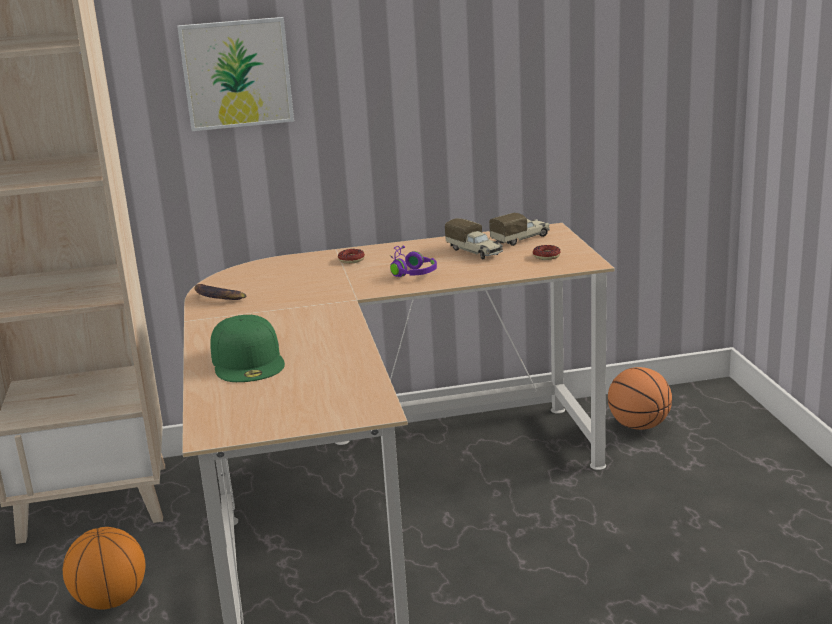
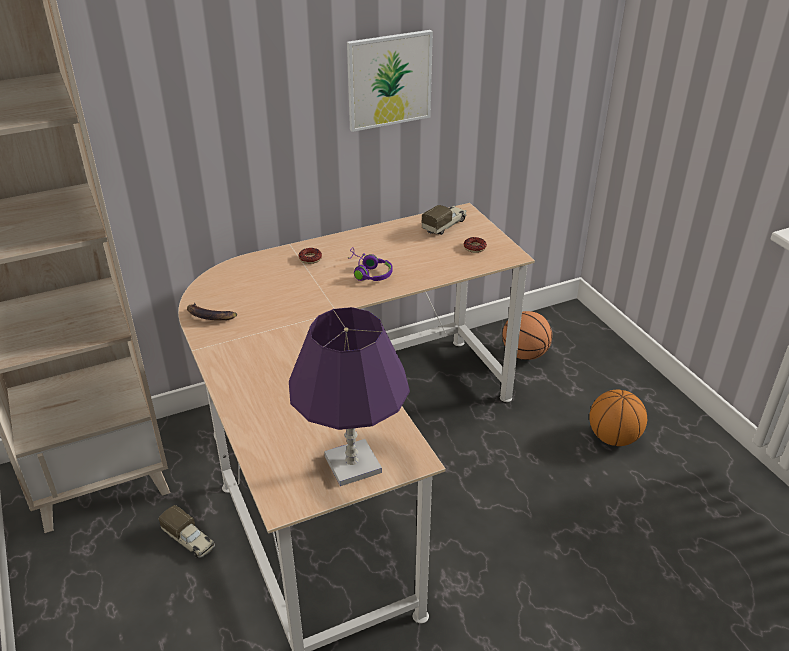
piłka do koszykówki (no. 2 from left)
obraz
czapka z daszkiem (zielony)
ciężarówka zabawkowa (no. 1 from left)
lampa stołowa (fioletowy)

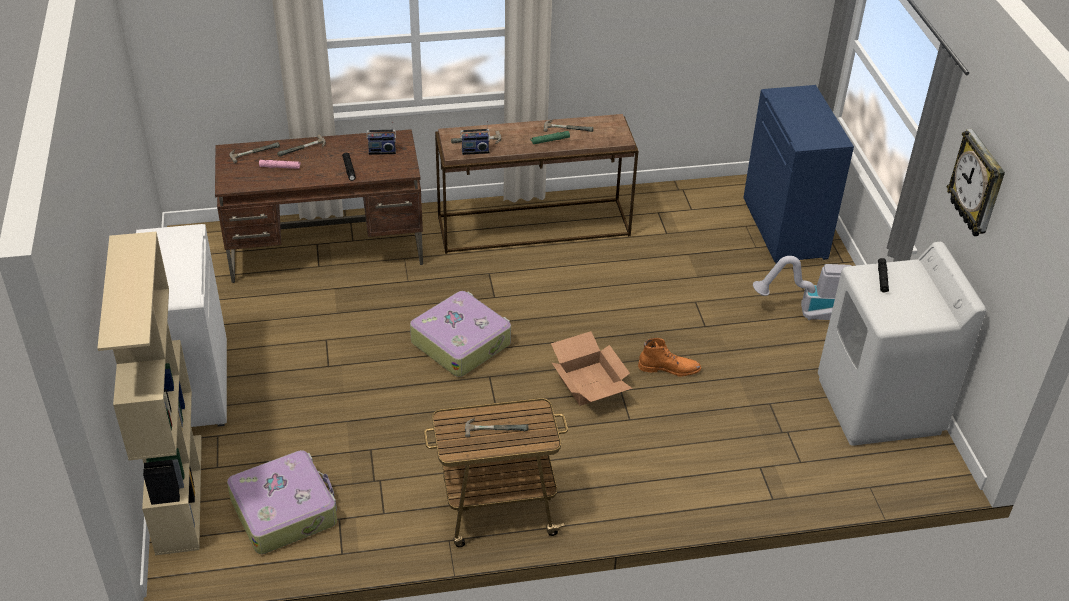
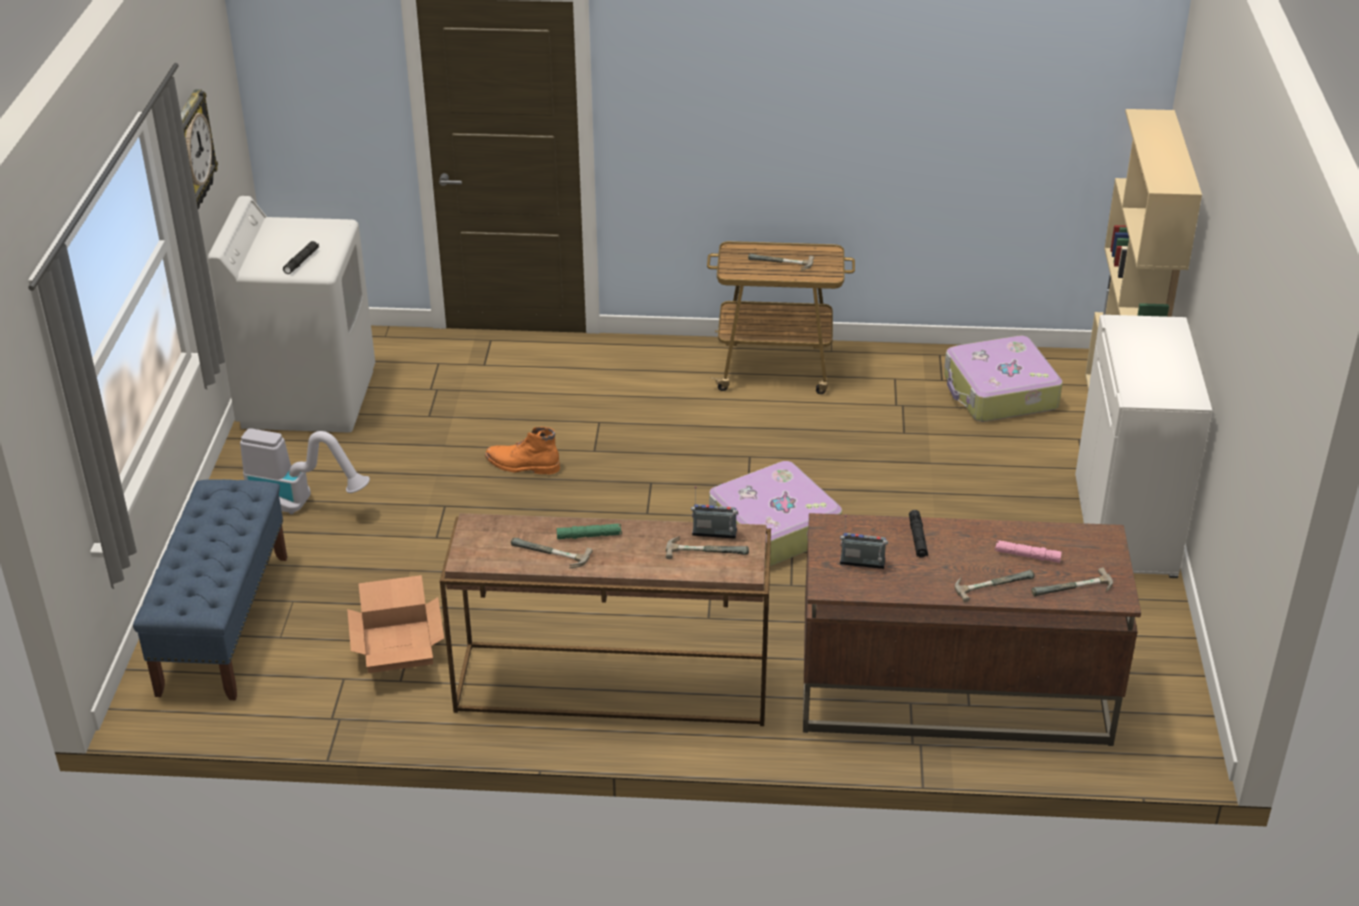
karton
ławka (niebieski)

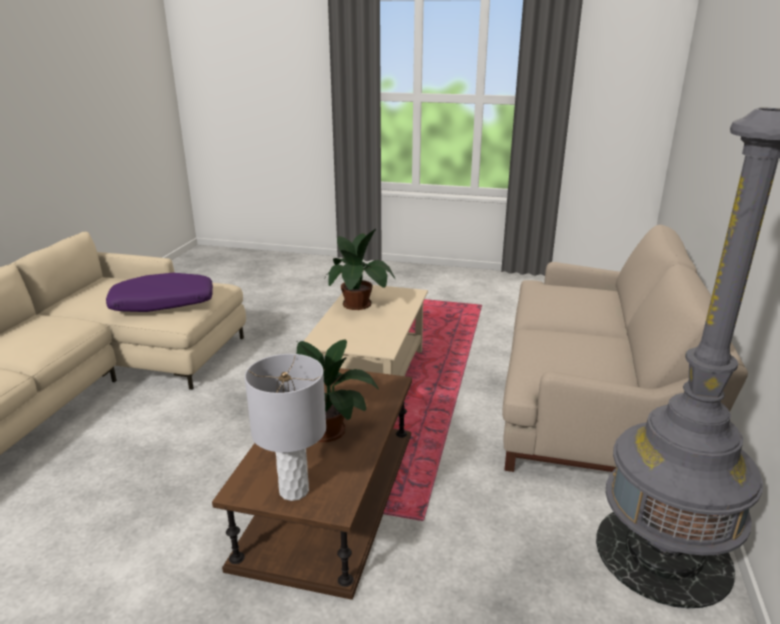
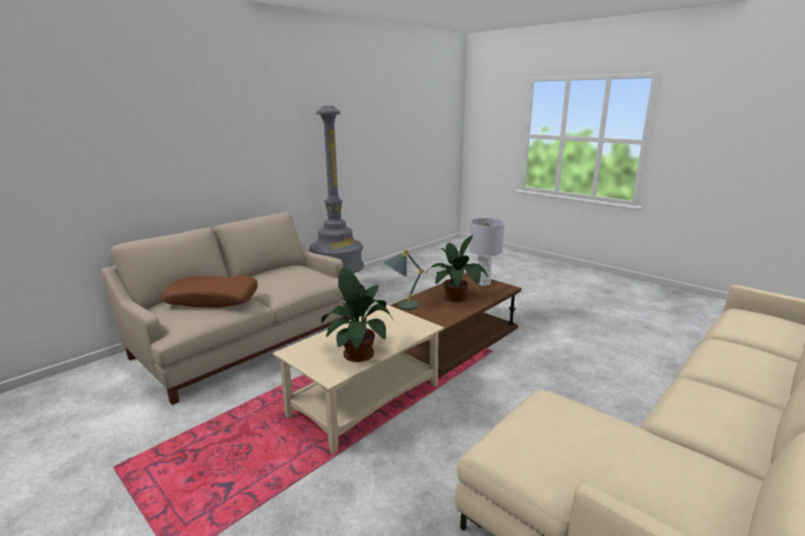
poduszka (fioletowy)
poduszka (brązowy)
lampa stołowa (szary) (no. 1 from left)

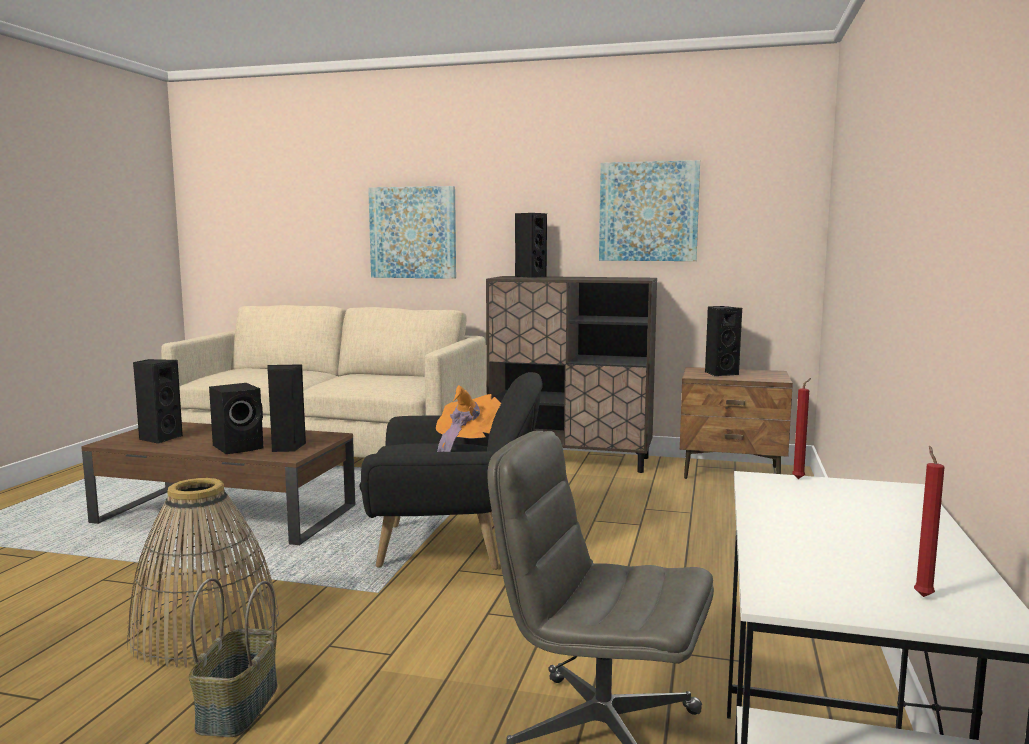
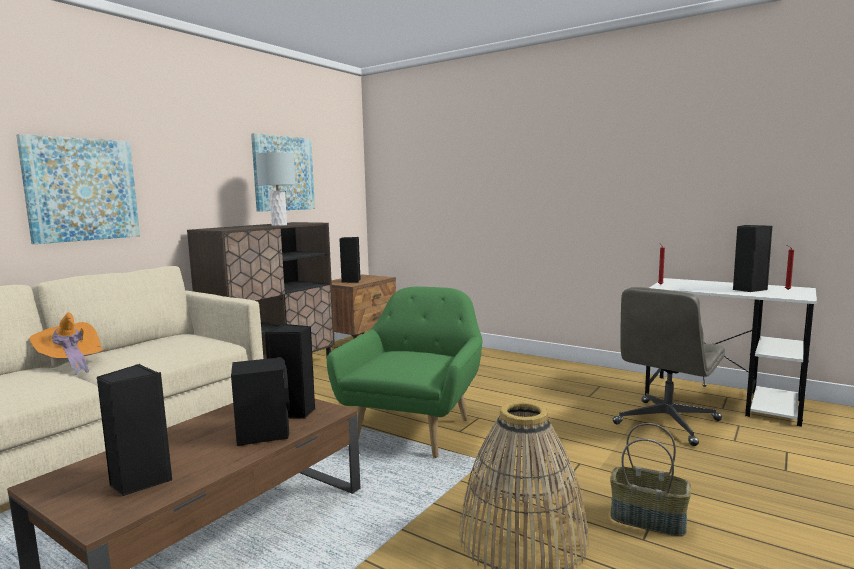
fotel (zielony)
kapelusz (pomarańczowy)
głośnik (czarny) (no. 5 from left)
lampa stołowa (szary)

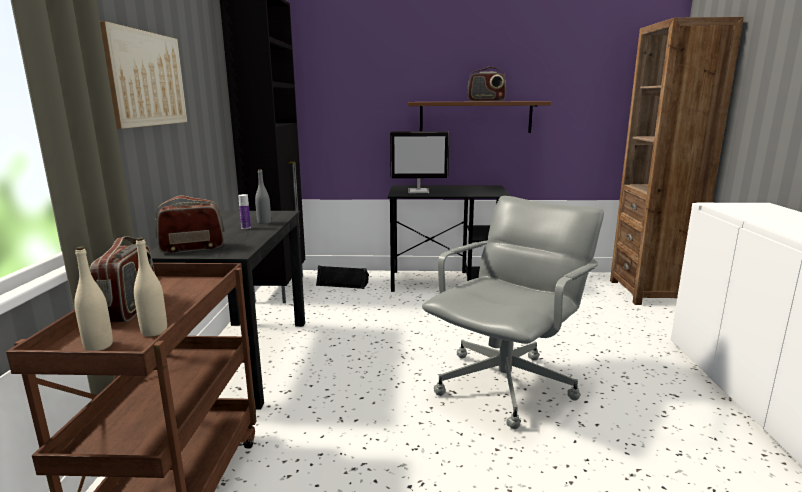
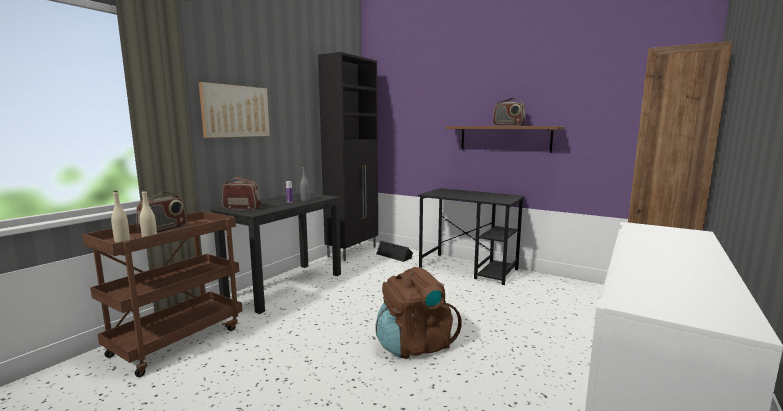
monitor
plecak (brązowy)

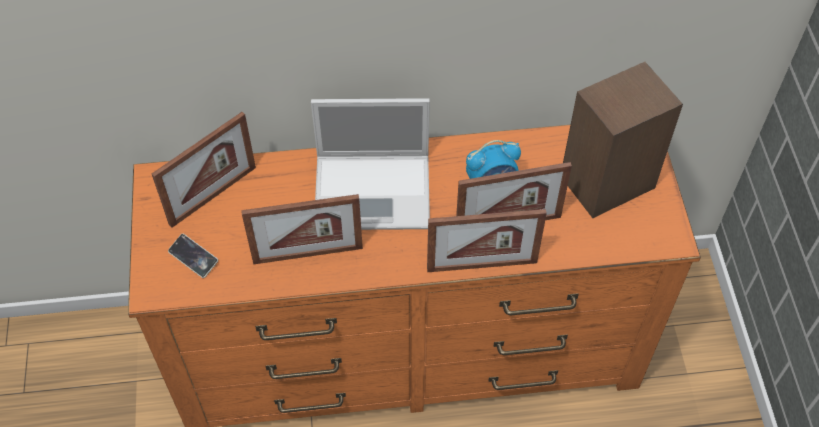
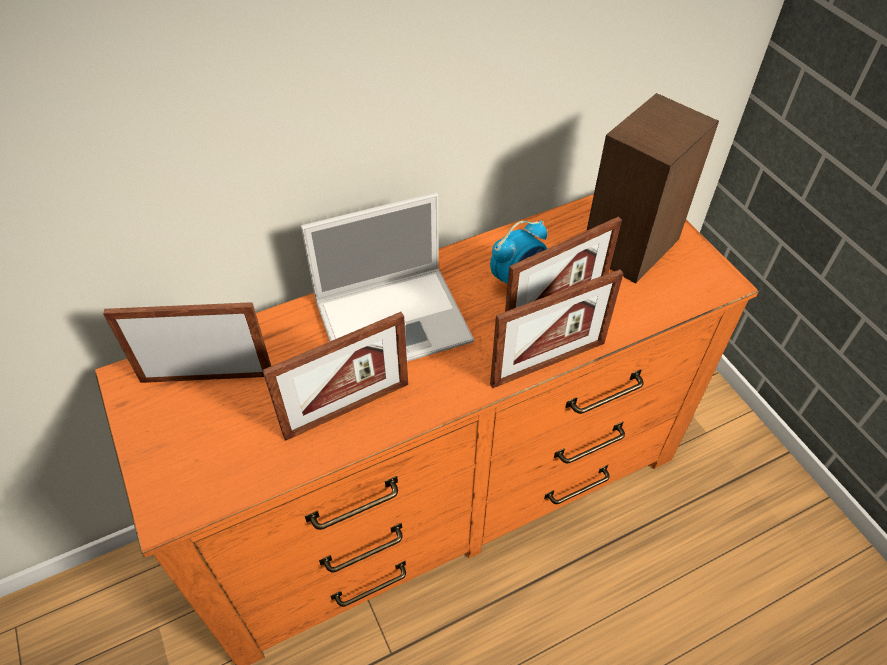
ramka na zdjęcie (no. 1 from left)
telefon

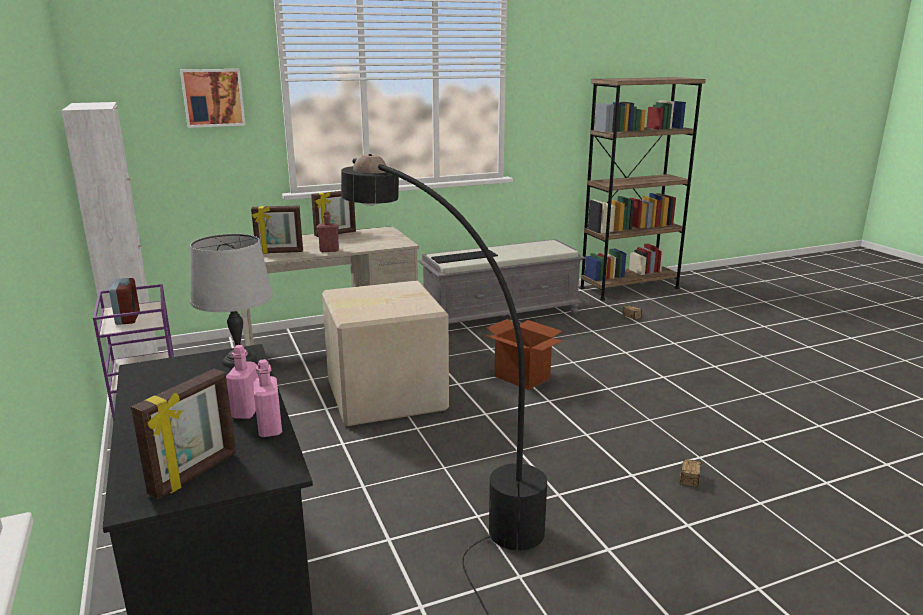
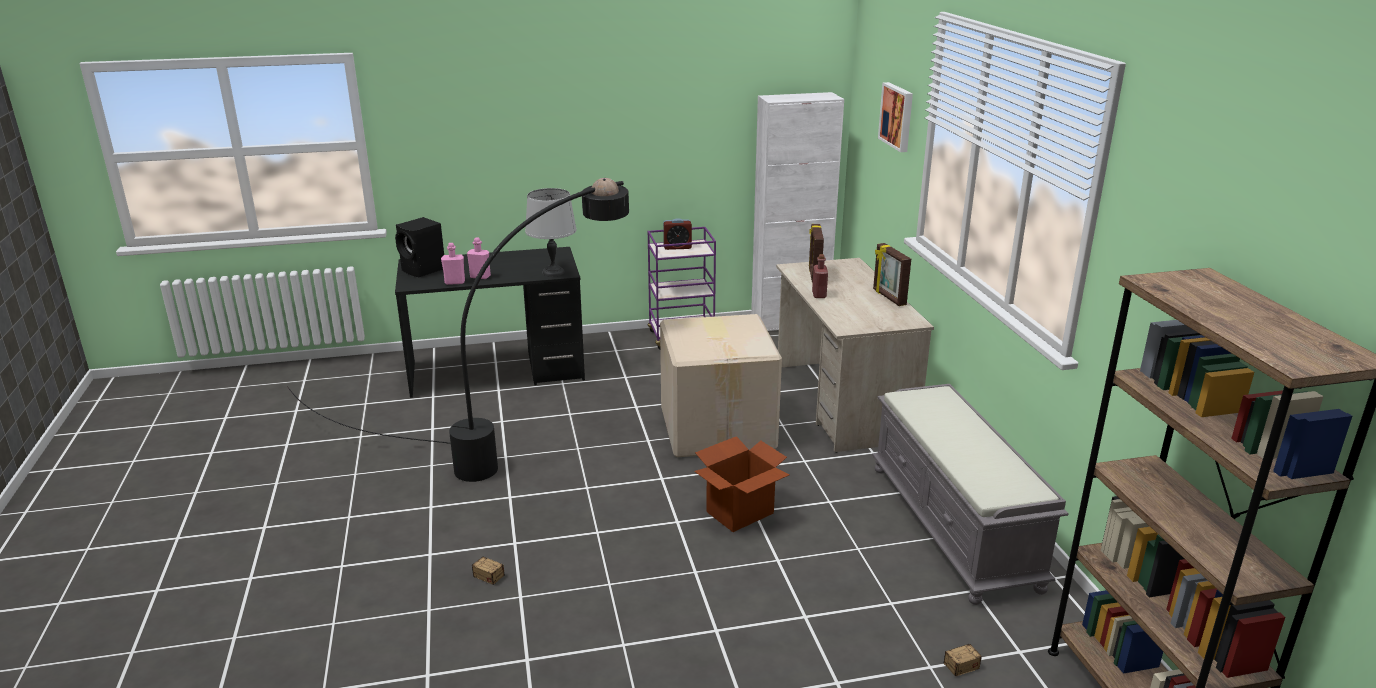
głośnik (czarny)
klawiatura

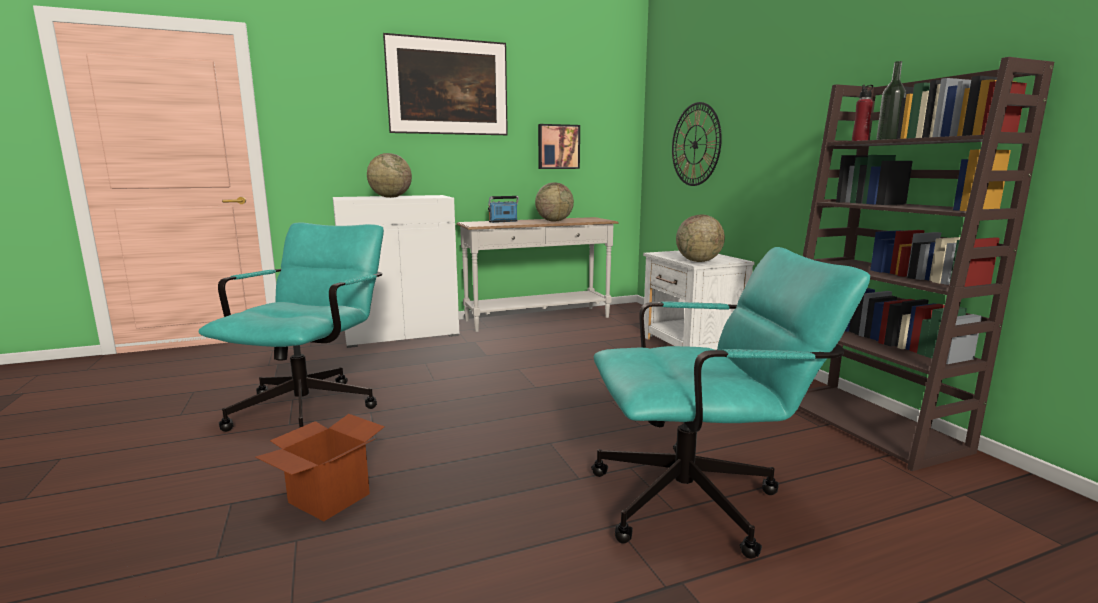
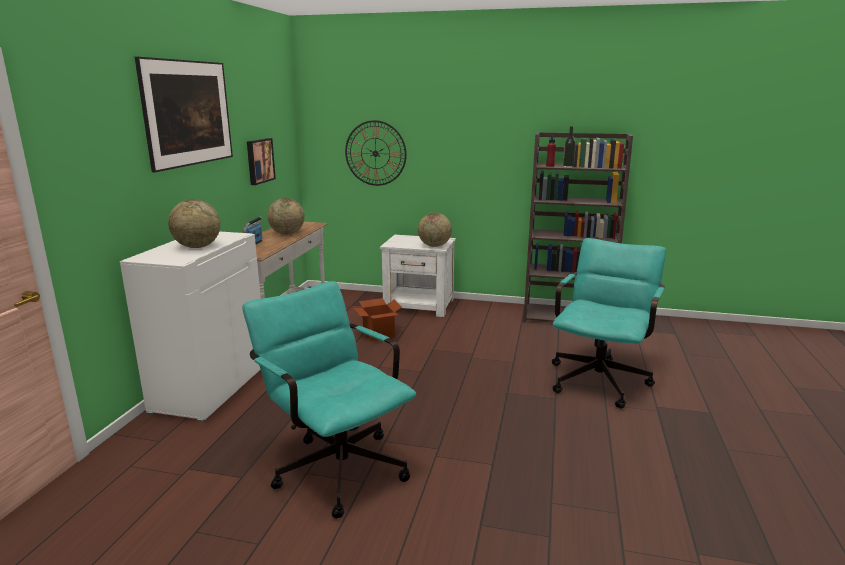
karton

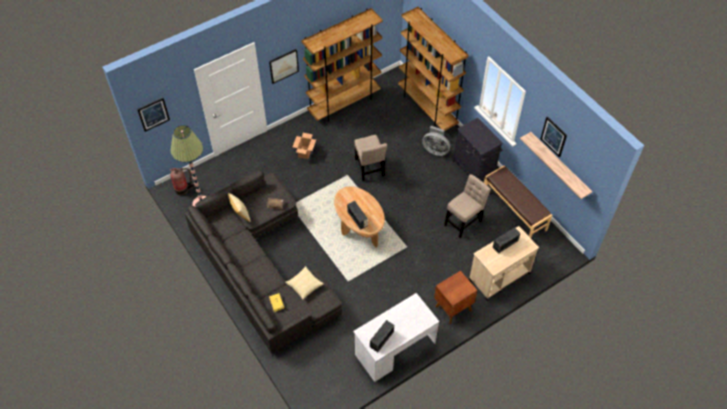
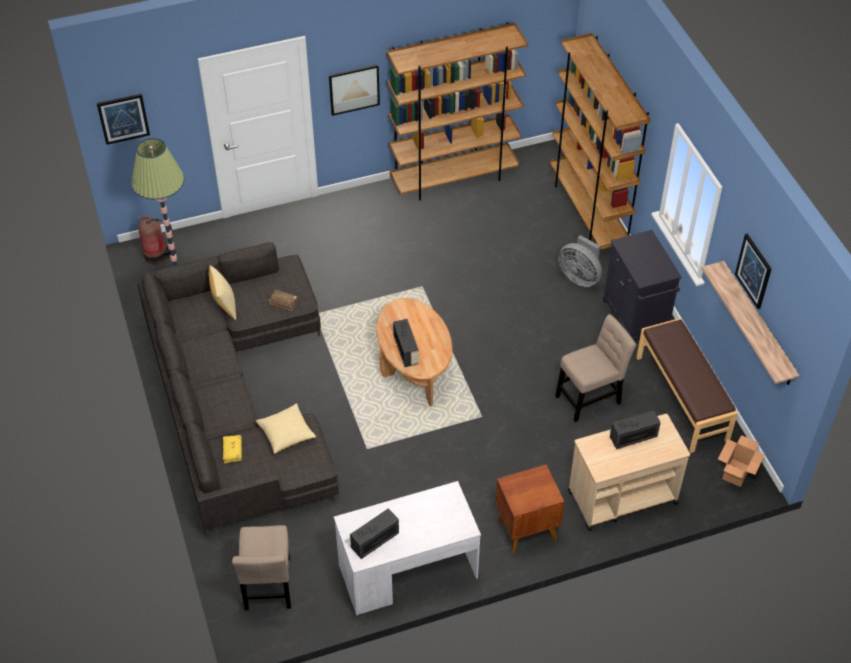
karton
krzesło (beżowy) (no. 1 from left)

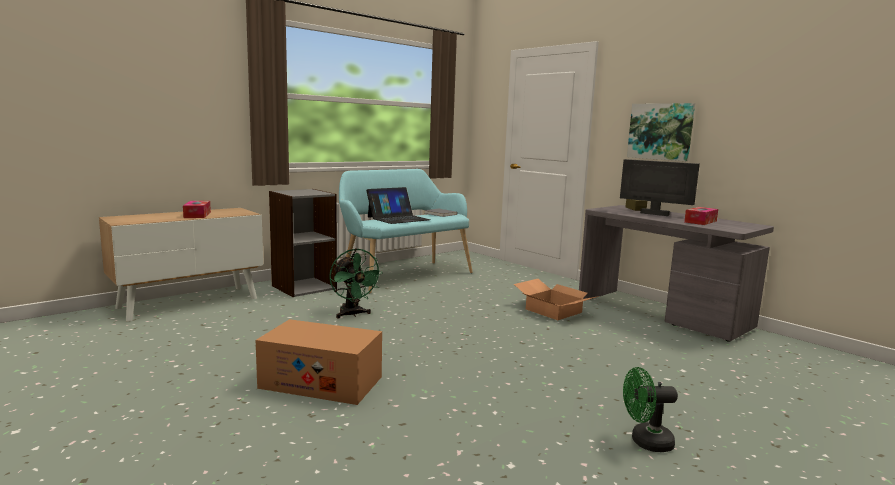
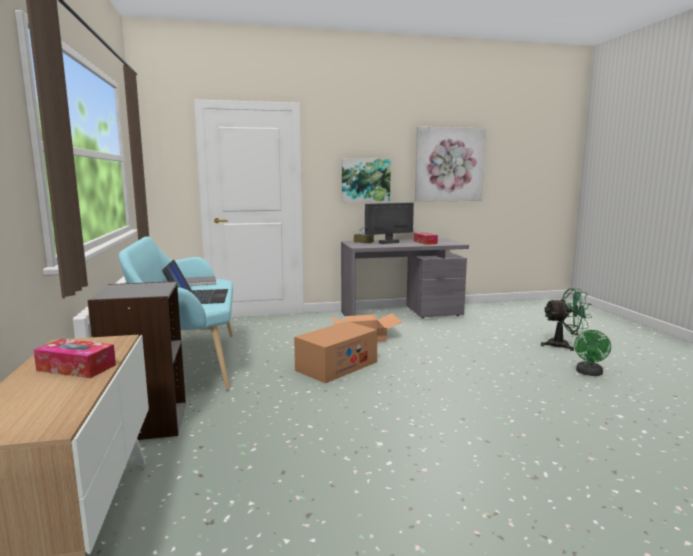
karton (no. 1 from left)
wentylator (zielony) (no. 1 from left)
obraz (no. 2 from left)

